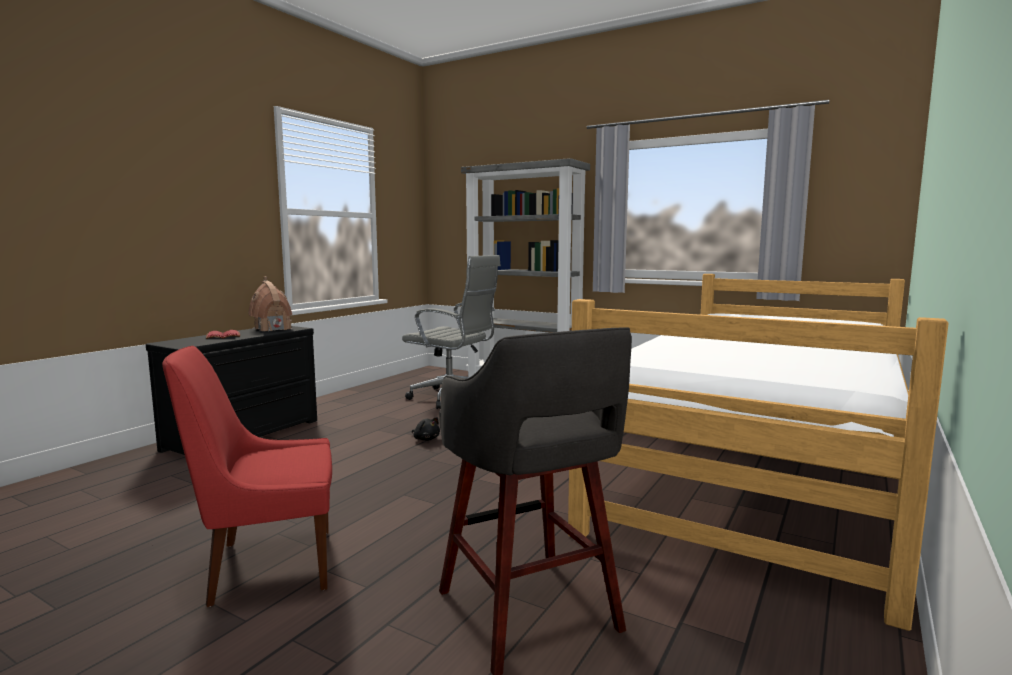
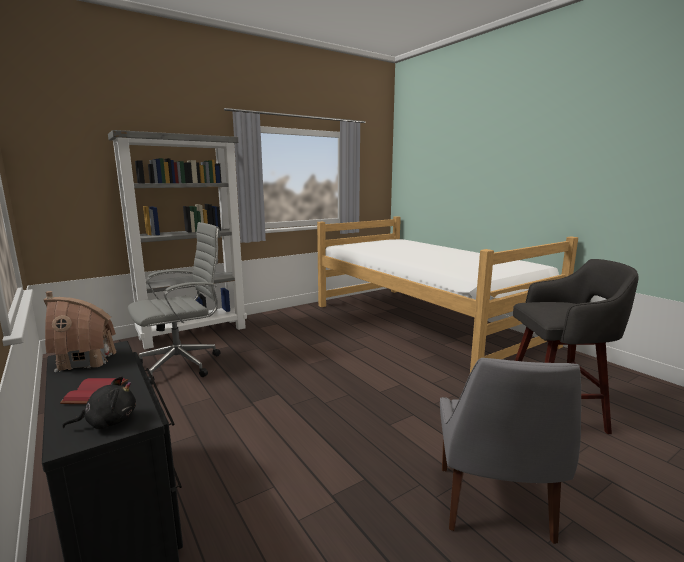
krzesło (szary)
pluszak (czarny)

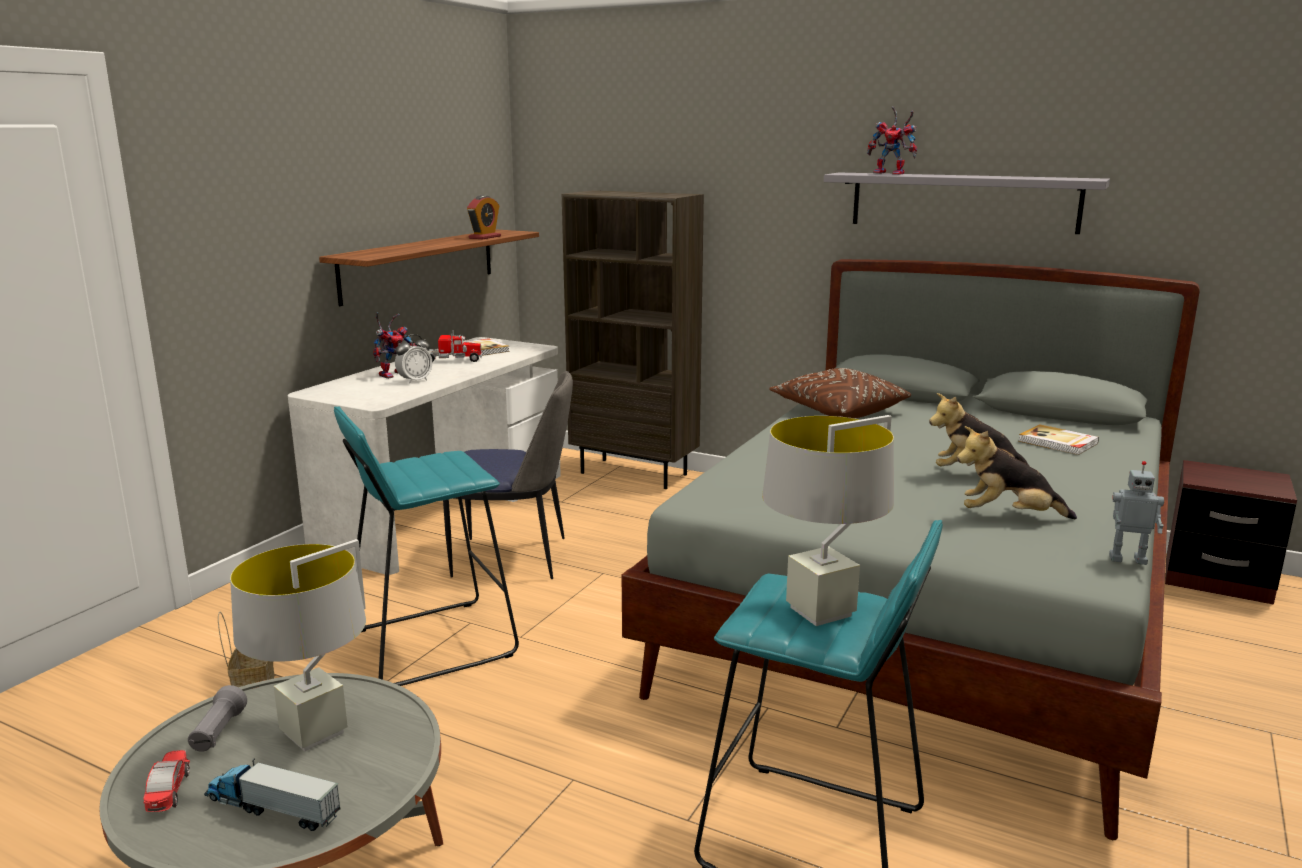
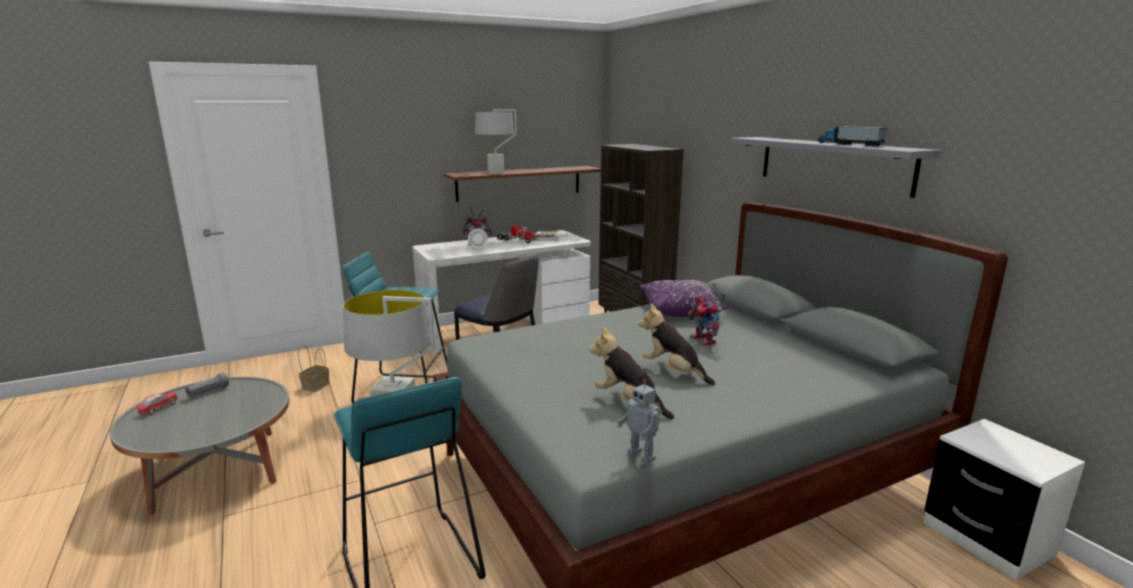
ciężarówka zabawkowa (no. 2 from left)
lampa stołowa (szary) (no. 2 from left)
budzik (no. 2 from left in the first image)
poduszka (fioletowy)
robot zabawkowy (no. 3 from left)
książka (no. 2 from left in the first image)
szafka nocna (biały)

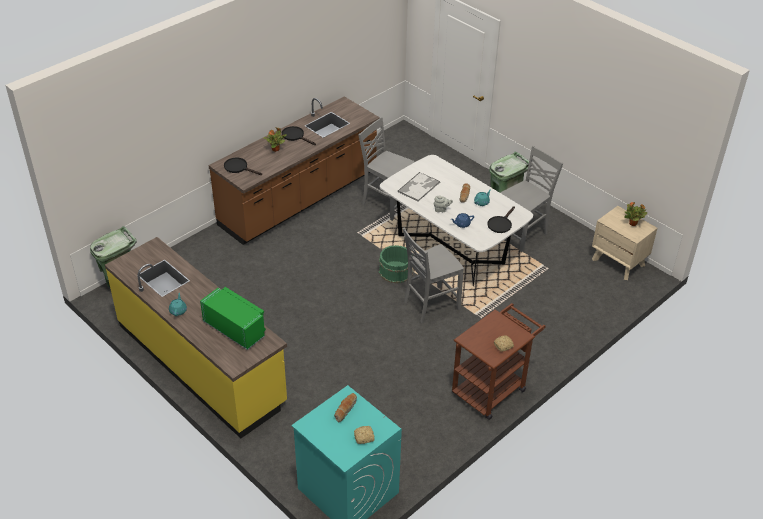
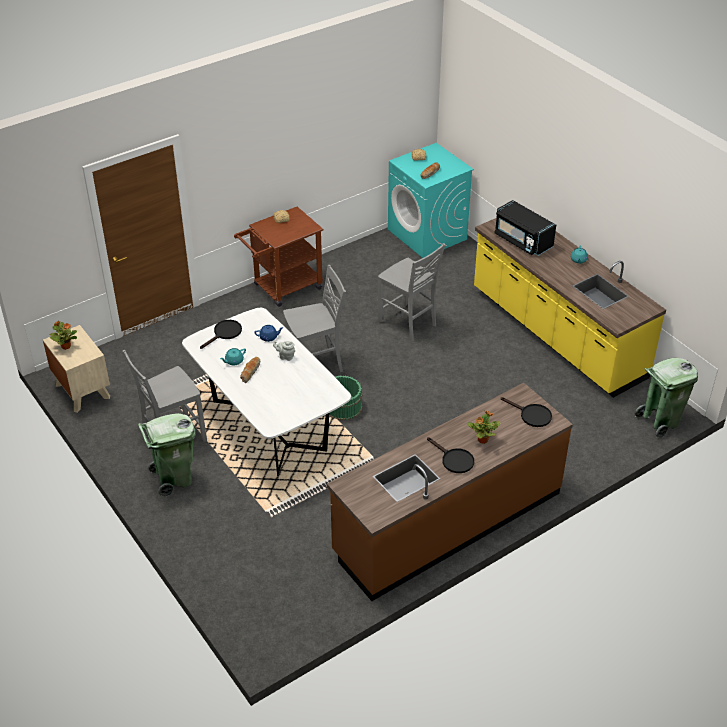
mikrofalówka (czarny)
krzesło (szary) (no. 3 from left)
taca

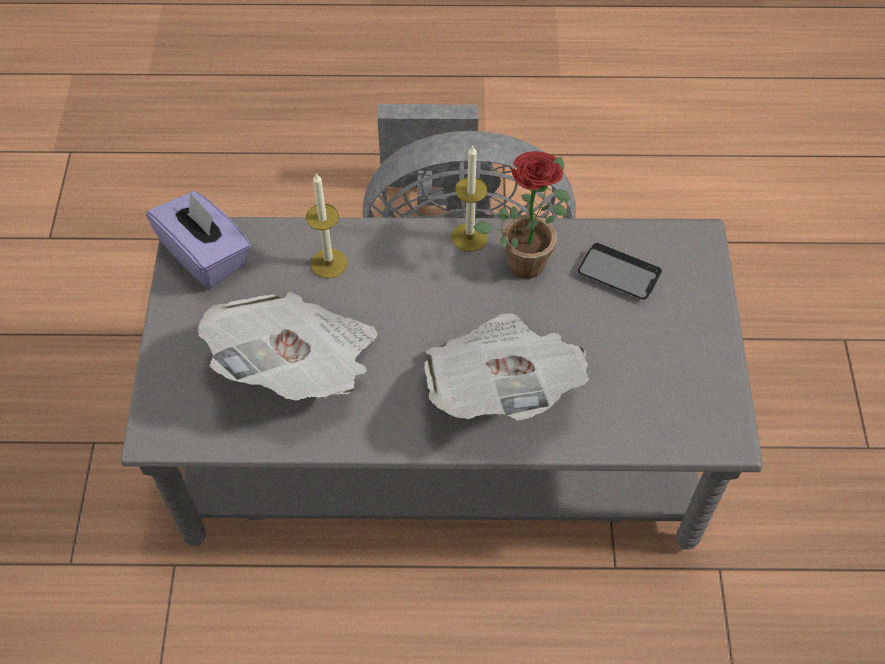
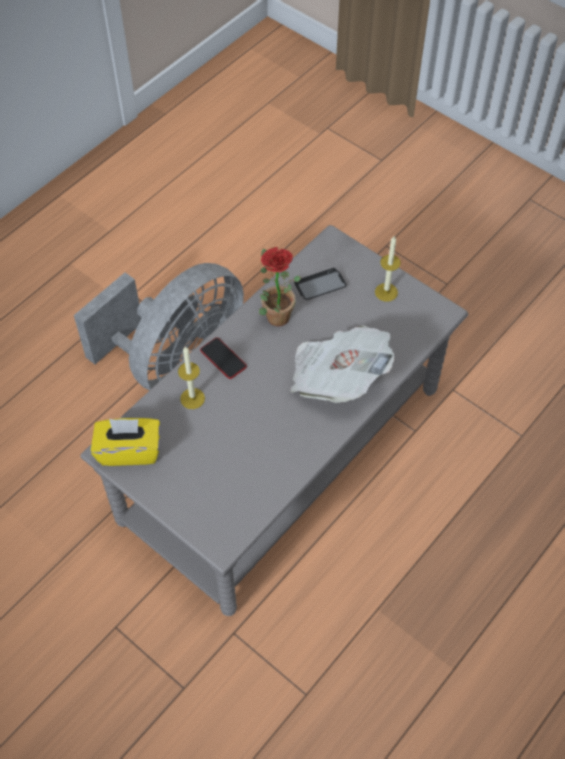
pudełko chusteczek (żółty)
gazeta (no. 1 from left in the first image)
świeca (no. 2 from left)
telefon (no. 1 from left)

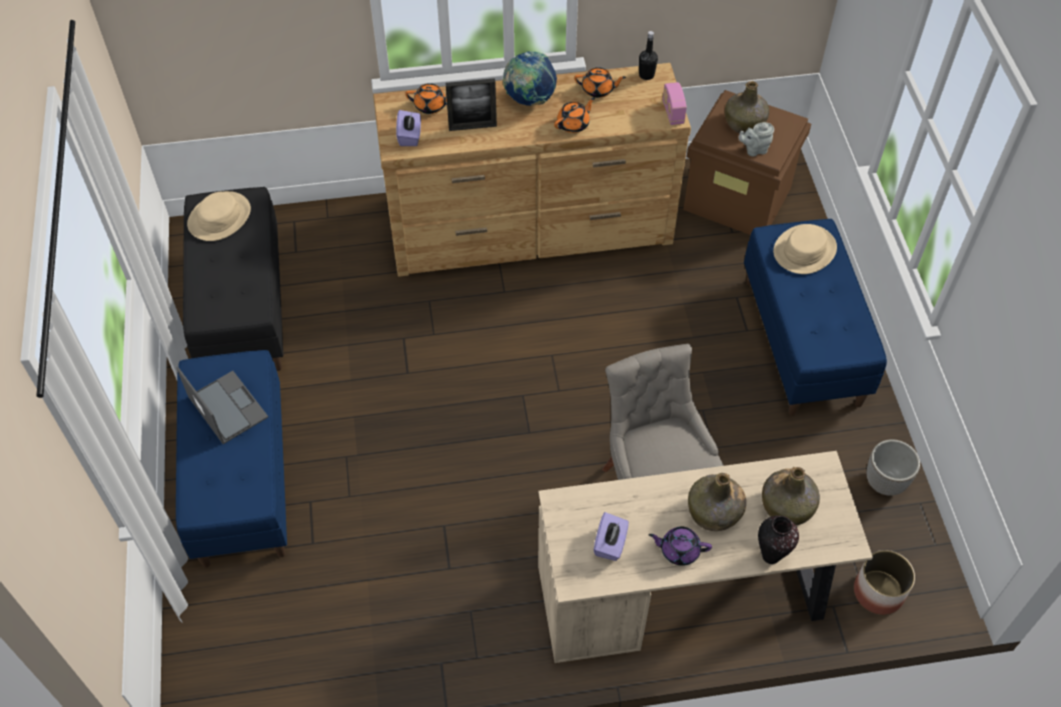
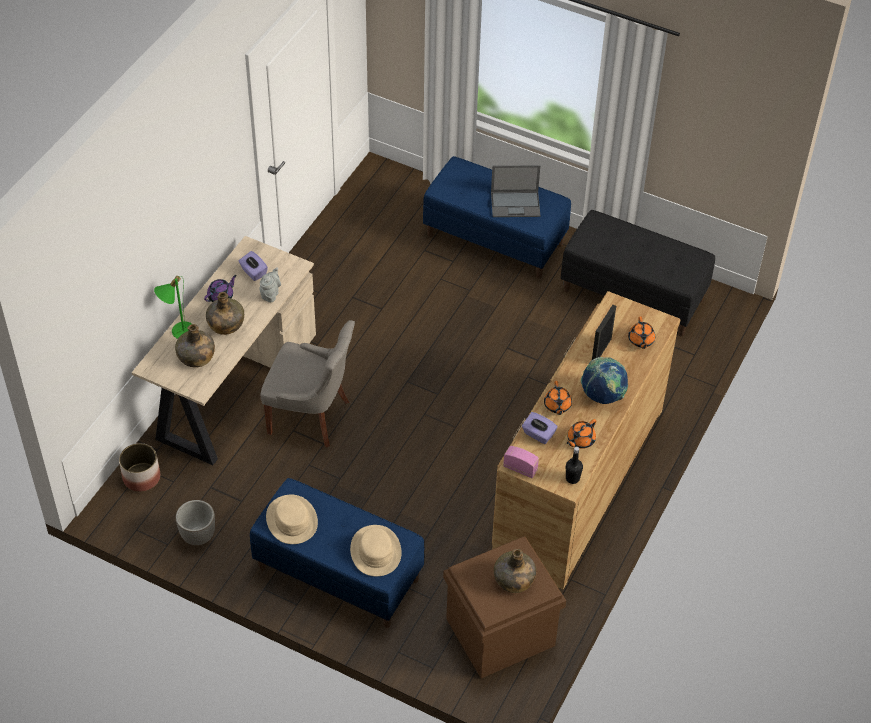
kapelusz (beżowy) (no. 1 from left)
pudełko chusteczek (fioletowy) (no. 2 from left)
imbryk (pomarańczowy) (no. 3 from left)
imbryk (szary)
lampa stołowa (zielony)

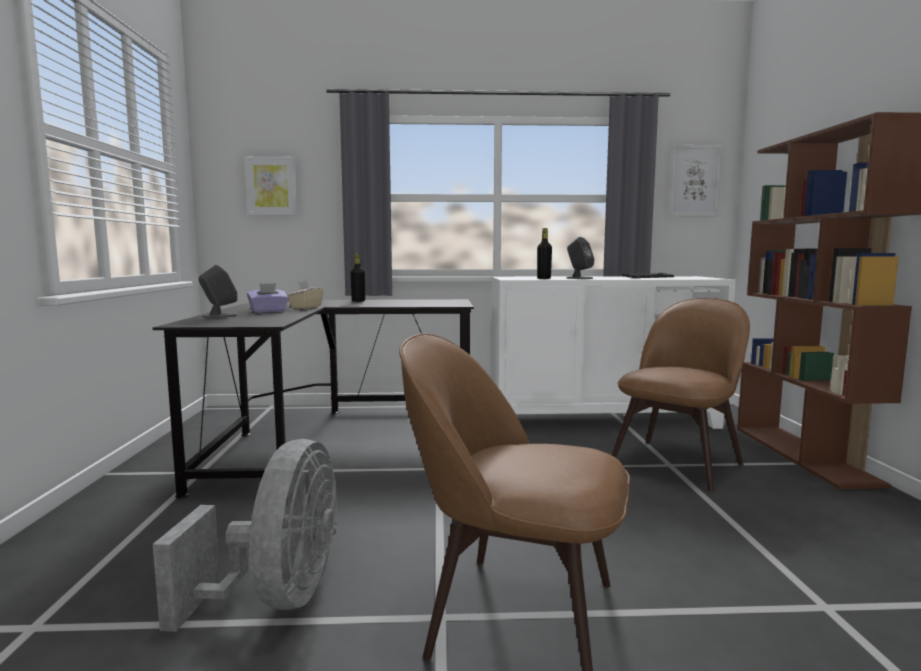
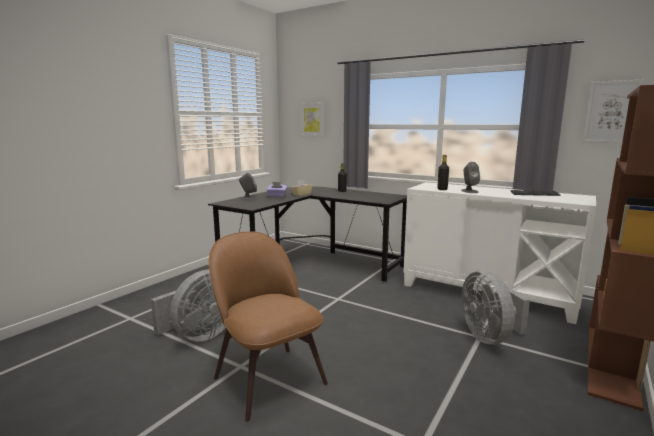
wentylator (szary) (no. 2 from left)

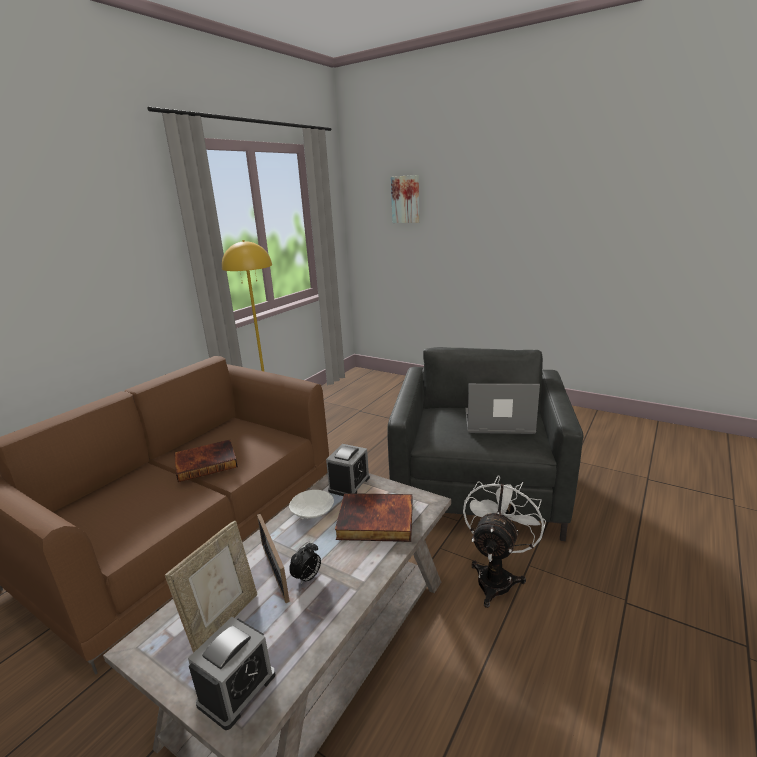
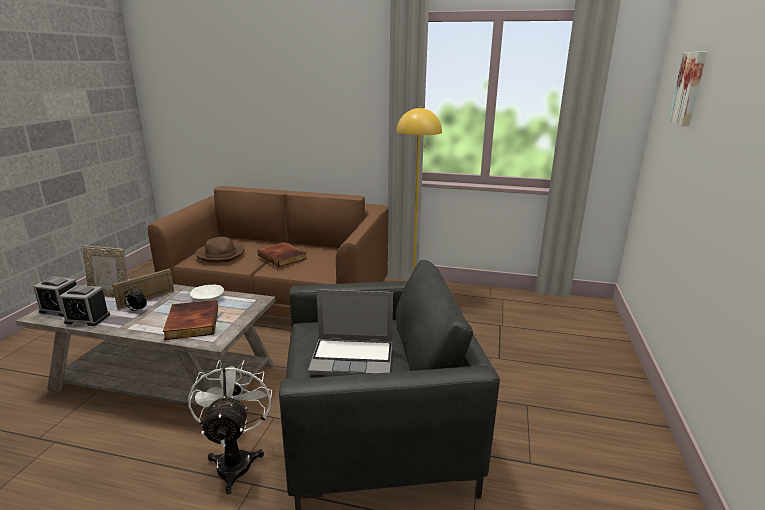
budzik (no. 2 from left)
wentylator (biały)
laptop
kapelusz (brązowy)

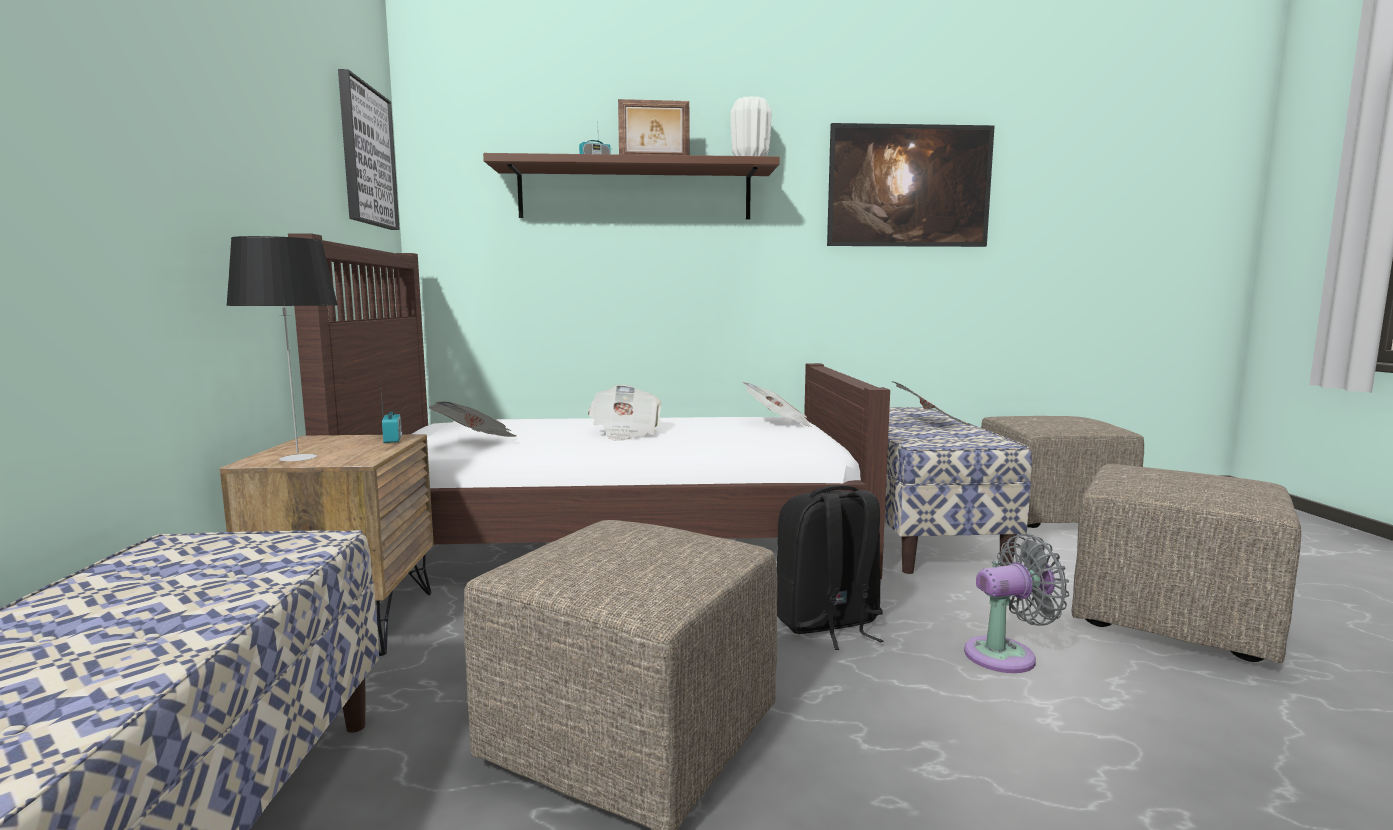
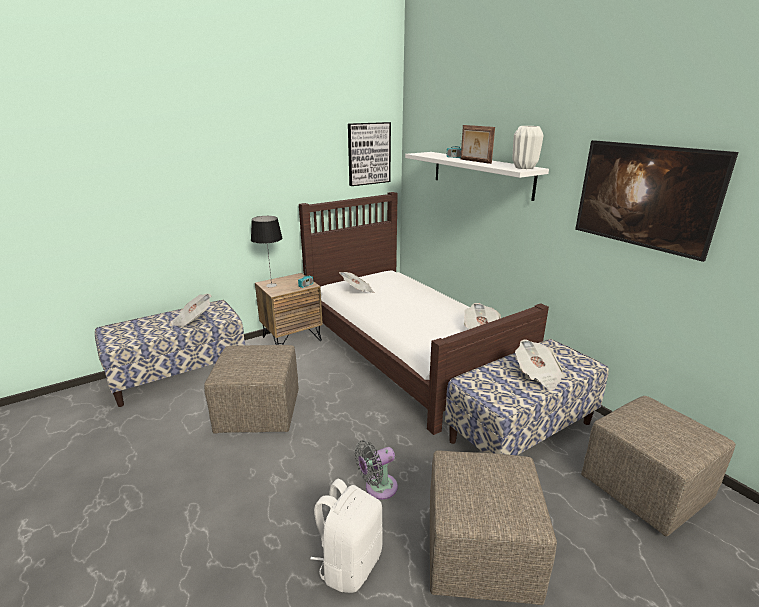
półka (biały)
gazeta (no. 1 from left)
plecak (czarny)
wentylator (szary)
plecak (biały)

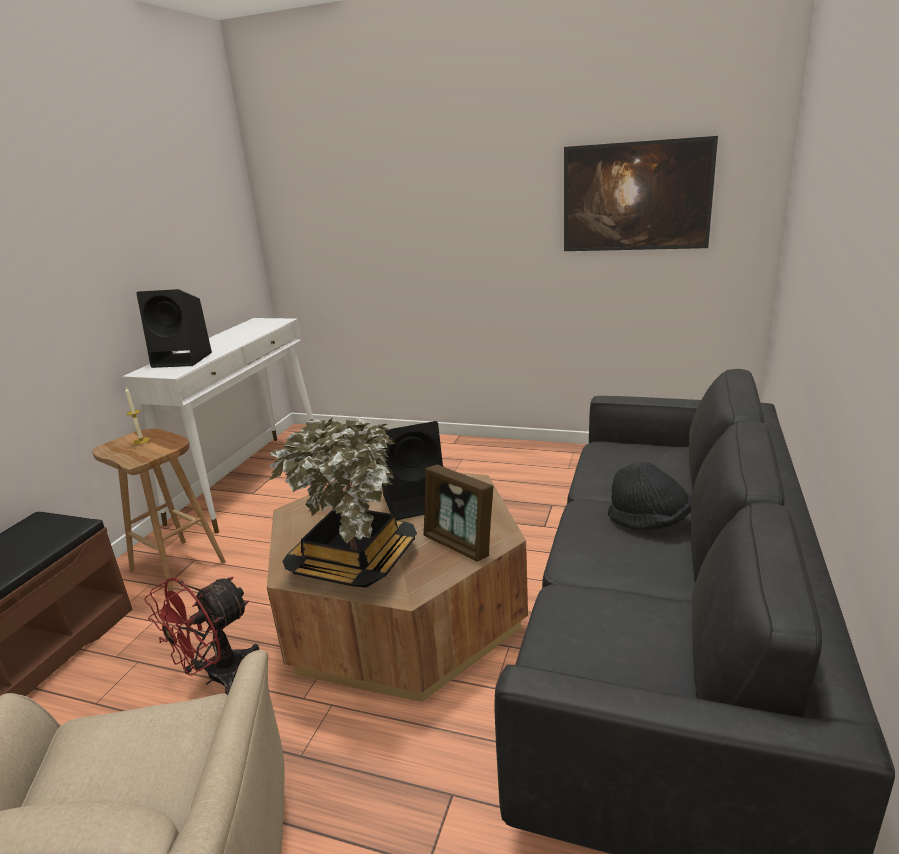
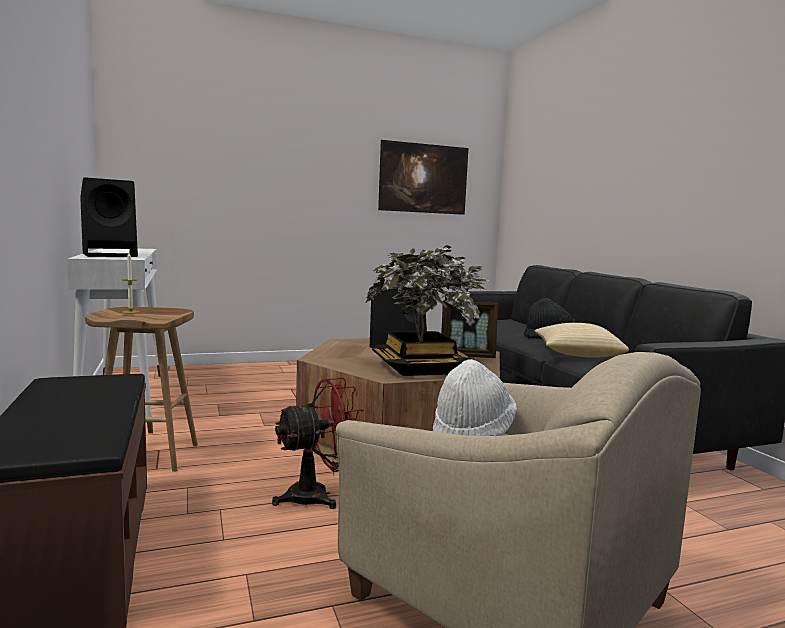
wentylator (czerwony)
kapelusz (biały)
poduszka

